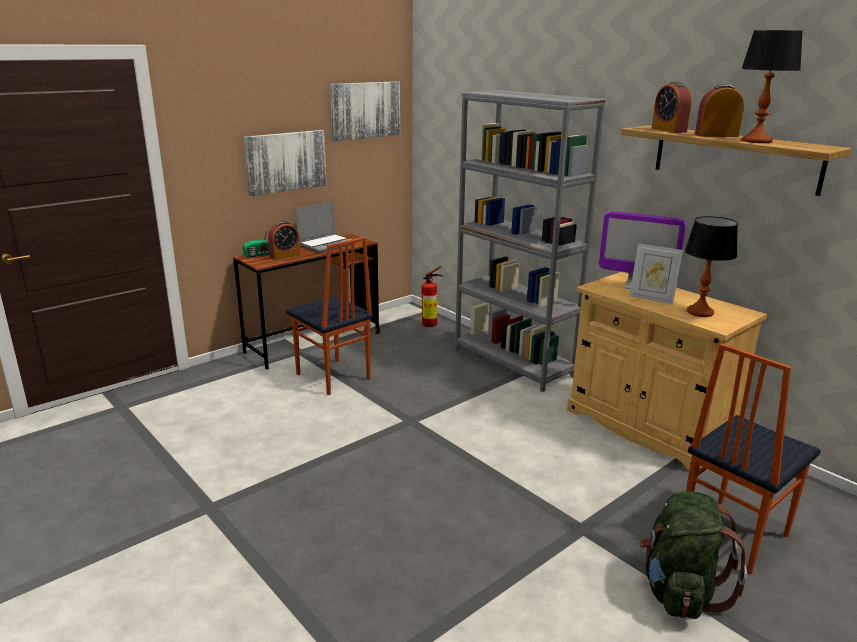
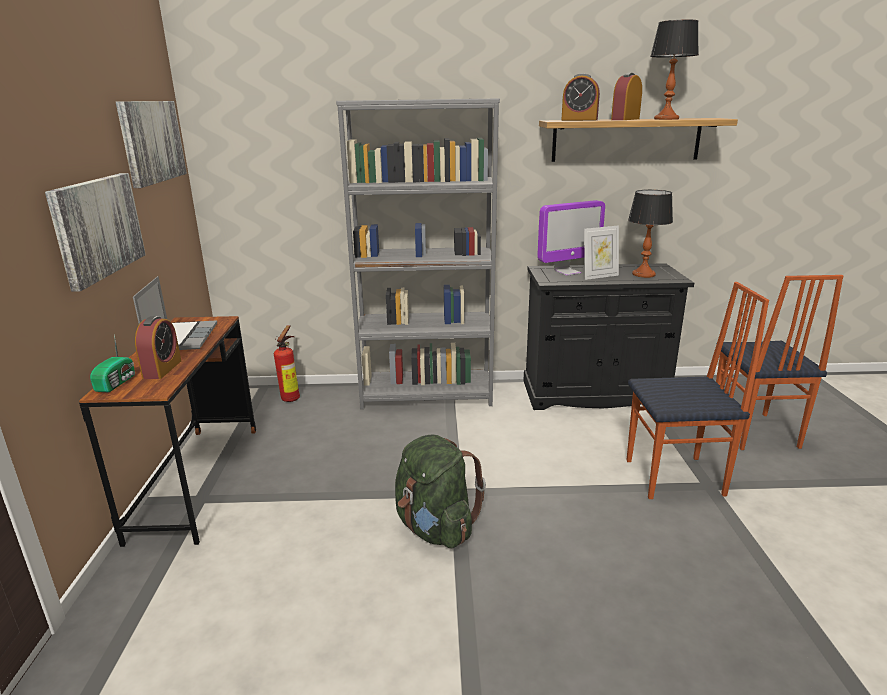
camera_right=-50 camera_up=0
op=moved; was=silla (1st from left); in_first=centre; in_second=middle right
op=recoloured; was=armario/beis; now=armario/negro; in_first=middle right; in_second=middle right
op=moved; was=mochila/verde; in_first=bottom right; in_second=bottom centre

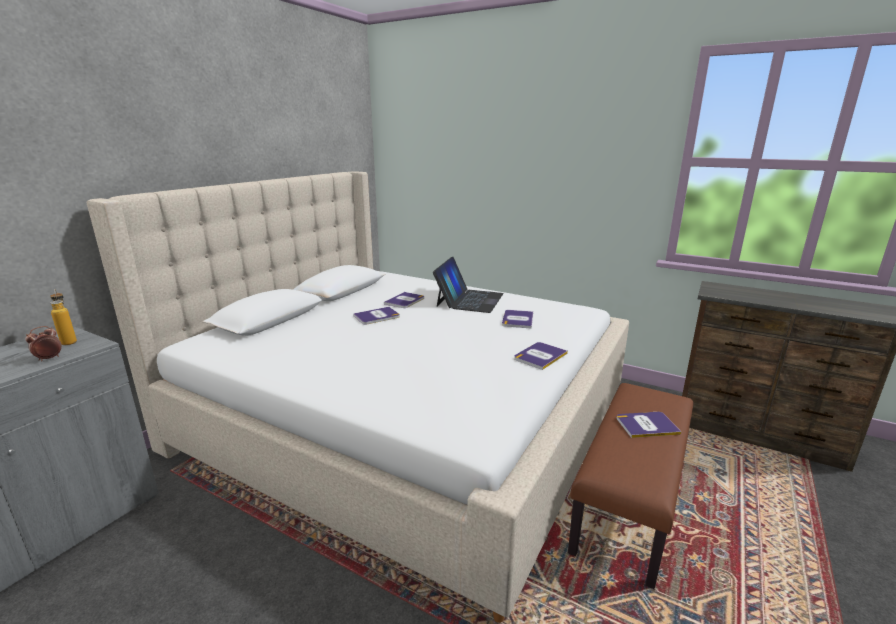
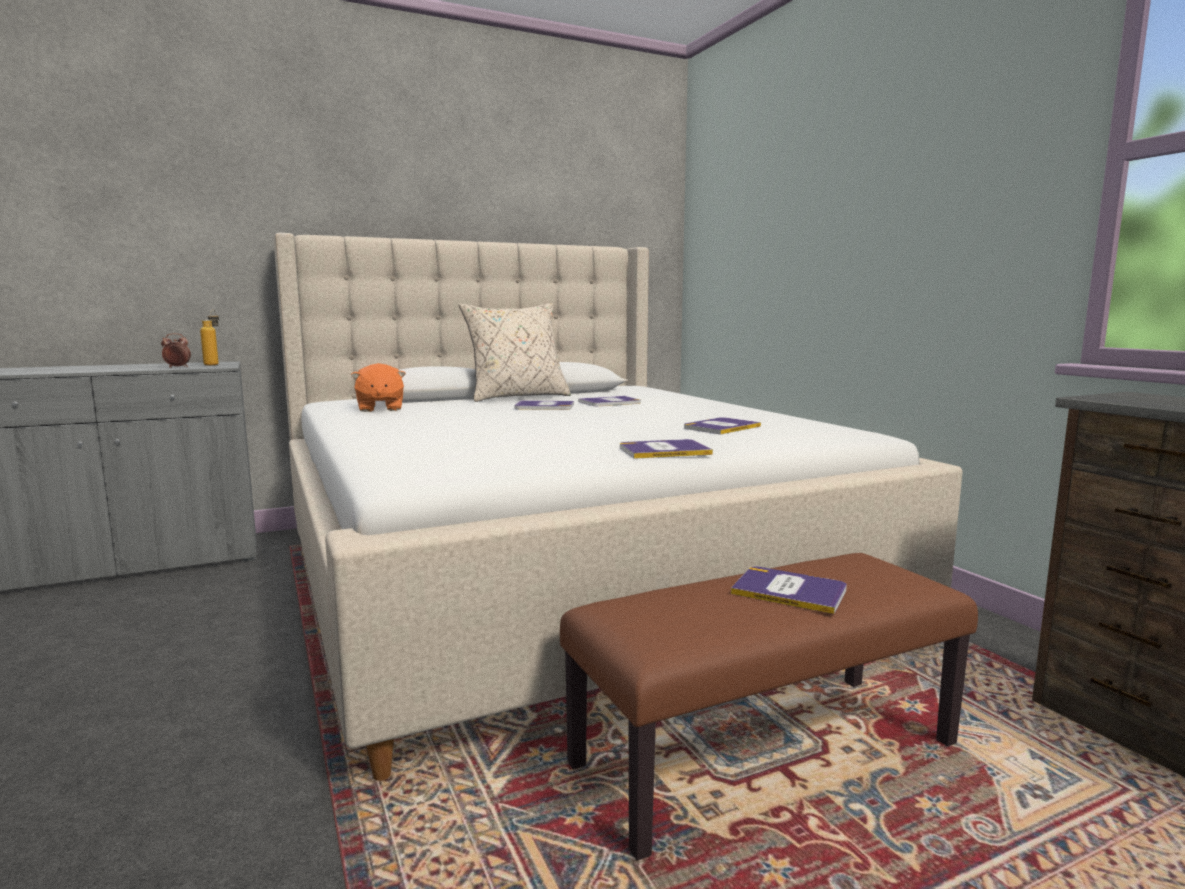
camera_right=35 camera_up=-10
op=removed; was=portátil; in_first=centre
op=added; now=cojín/beis; in_second=centre
op=added; now=peluche/naranja; in_second=middle left

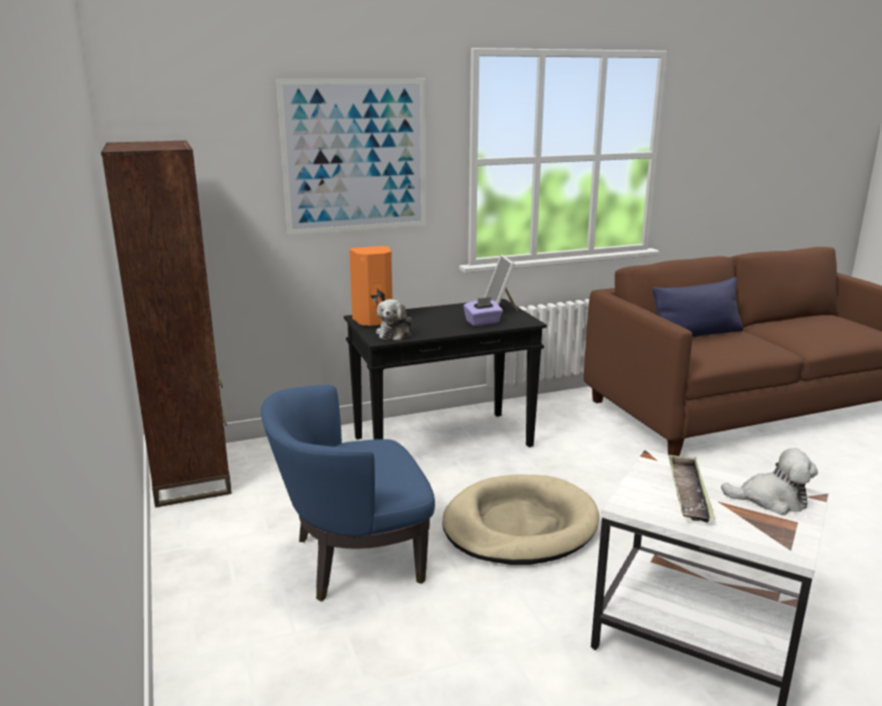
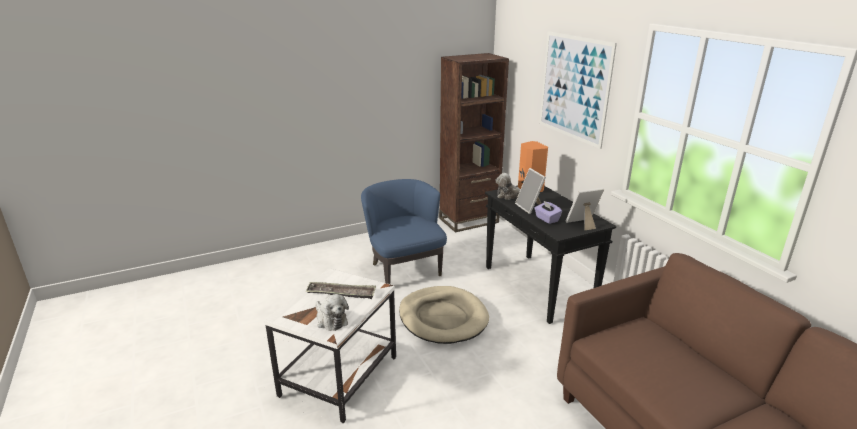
camera_right=85 camera_up=5
op=removed; was=cojín/azul; in_first=middle right
op=turned; was=peluche (2nd from left in the first image); in_first=bottom right; in_second=bottom centre; clockwise=-45
op=added; now=portarretratos (1st from left); in_second=centre

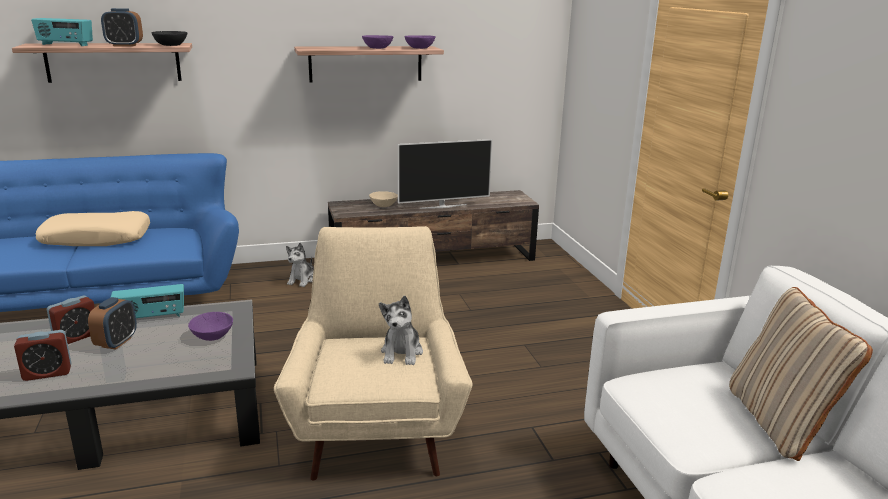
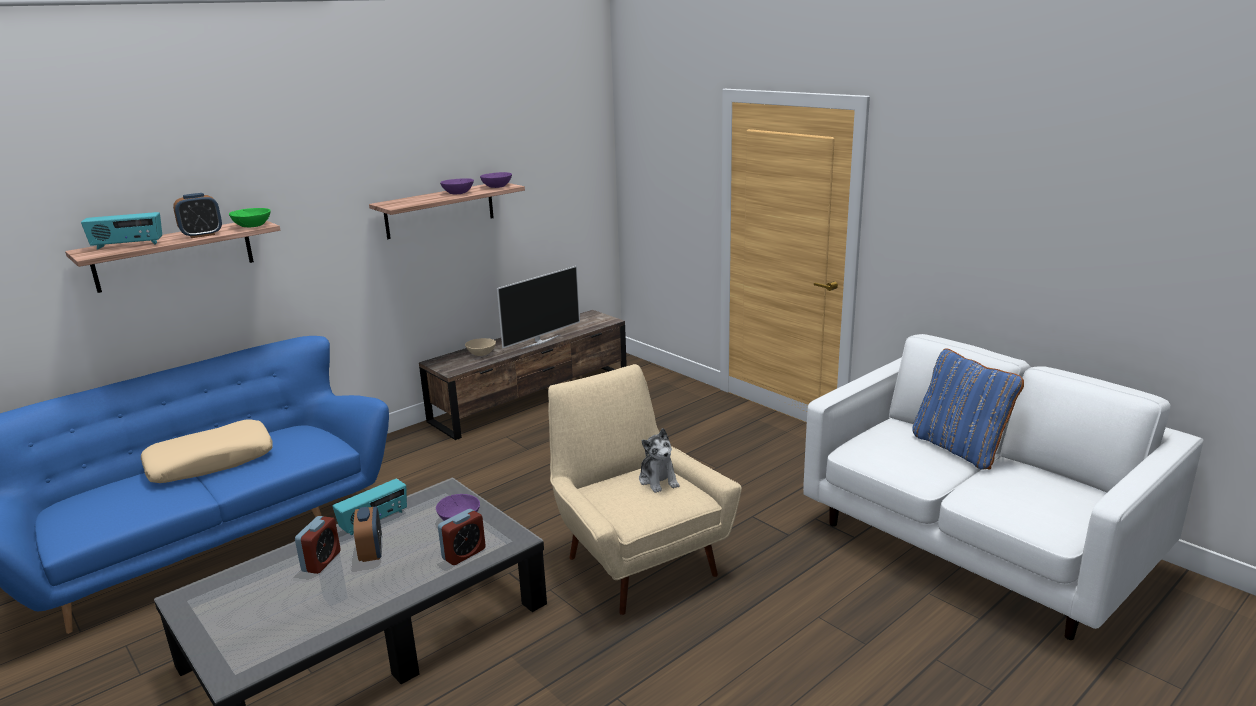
camera_right=-25 camera_up=0
op=recoloured; was=cuenco/negro; now=cuenco/verde; in_first=top left; in_second=top left
op=removed; was=peluche (1st from left); in_first=centre
op=recoloured; was=cojín/beis (2nd from left); now=cojín/azul; in_first=bottom right; in_second=middle right
op=moved; was=despertador (1st from left in the first image); now=despertador (4th from left); in_first=bottom left; in_second=bottom centre

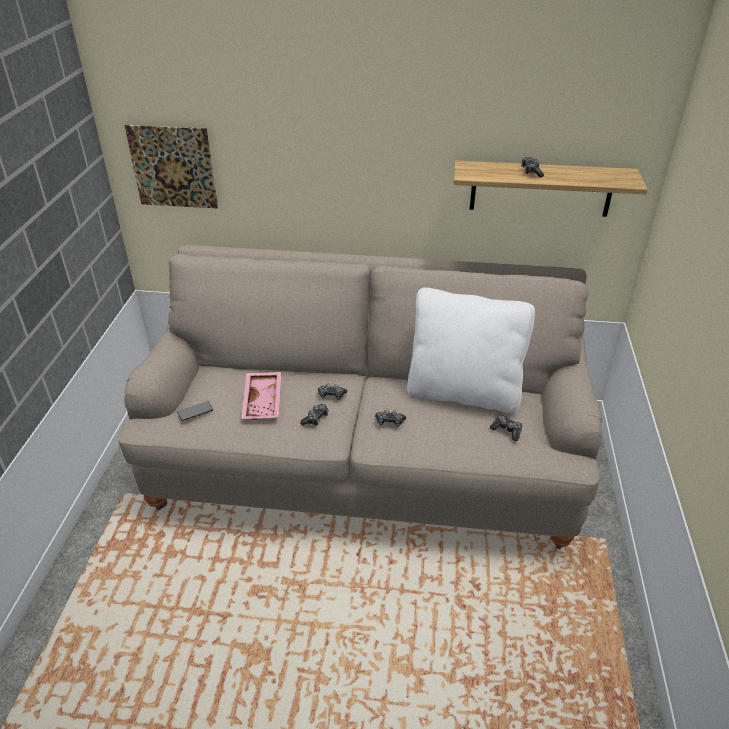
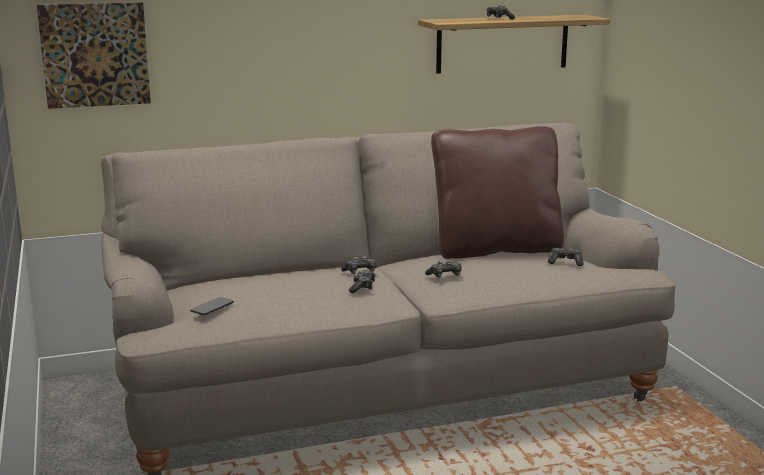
camera_right=-25 camera_up=-20
op=recoloured; was=cojín/blanco; now=cojín/marrón; in_first=centre; in_second=centre
op=removed; was=bandeja/rosa; in_first=centre

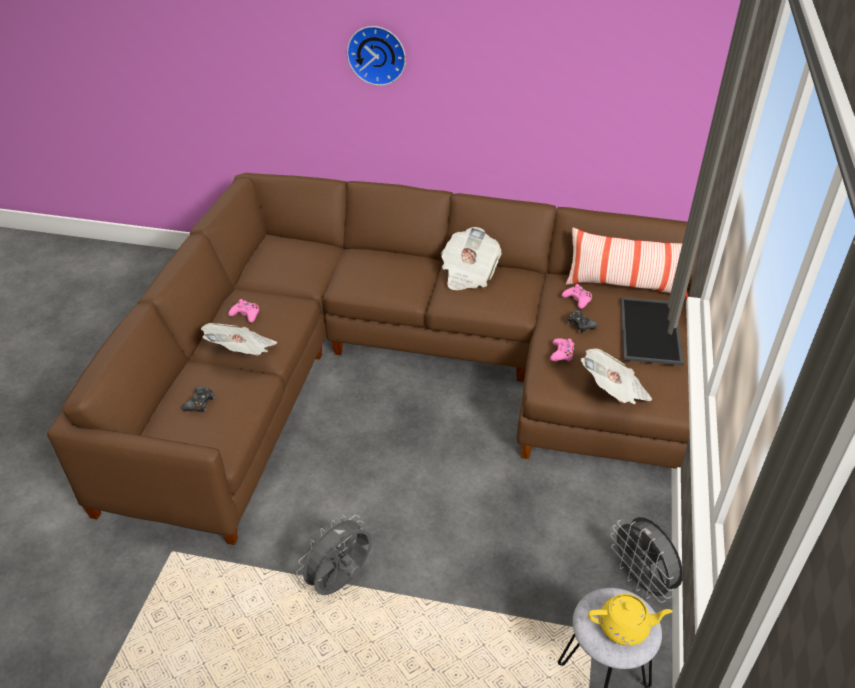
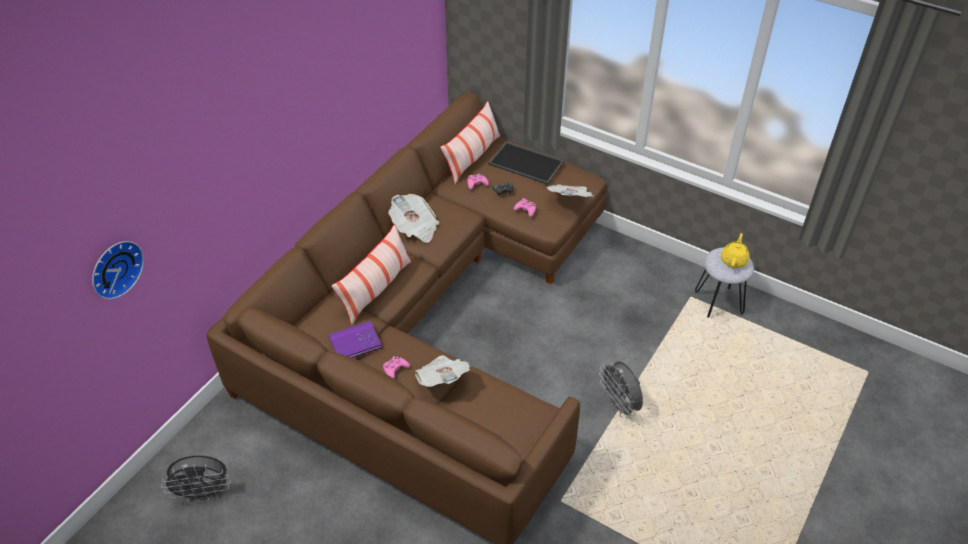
camera_right=-70 camera_up=5
op=moved; was=reloj de pared; in_first=top centre; in_second=middle left
op=removed; was=mando de consola/negro (1st from left); in_first=middle left
op=moved; was=ventilador/gris (2nd from left in the first image); now=ventilador/gris (1st from left); in_first=bottom right; in_second=bottom left
op=added; now=cojín (1st from left); in_second=centre
op=added; now=libro/morado; in_second=centre

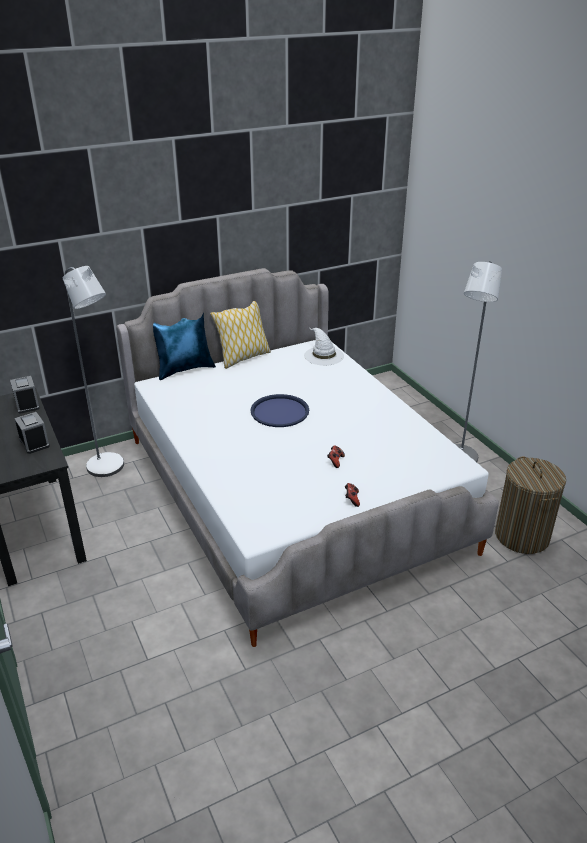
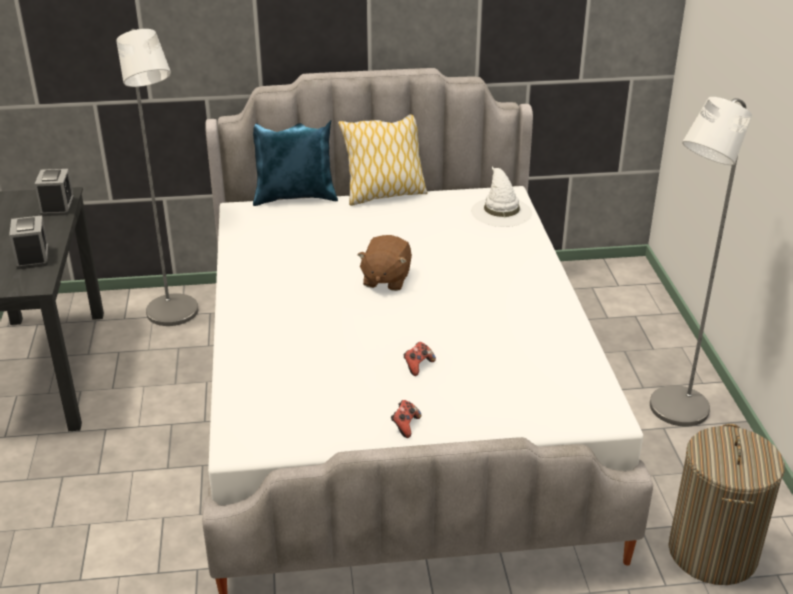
camera_right=20 camera_up=0
op=replaced; was=bandeja/azul; now=peluche/marrón; in_first=centre; in_second=centre

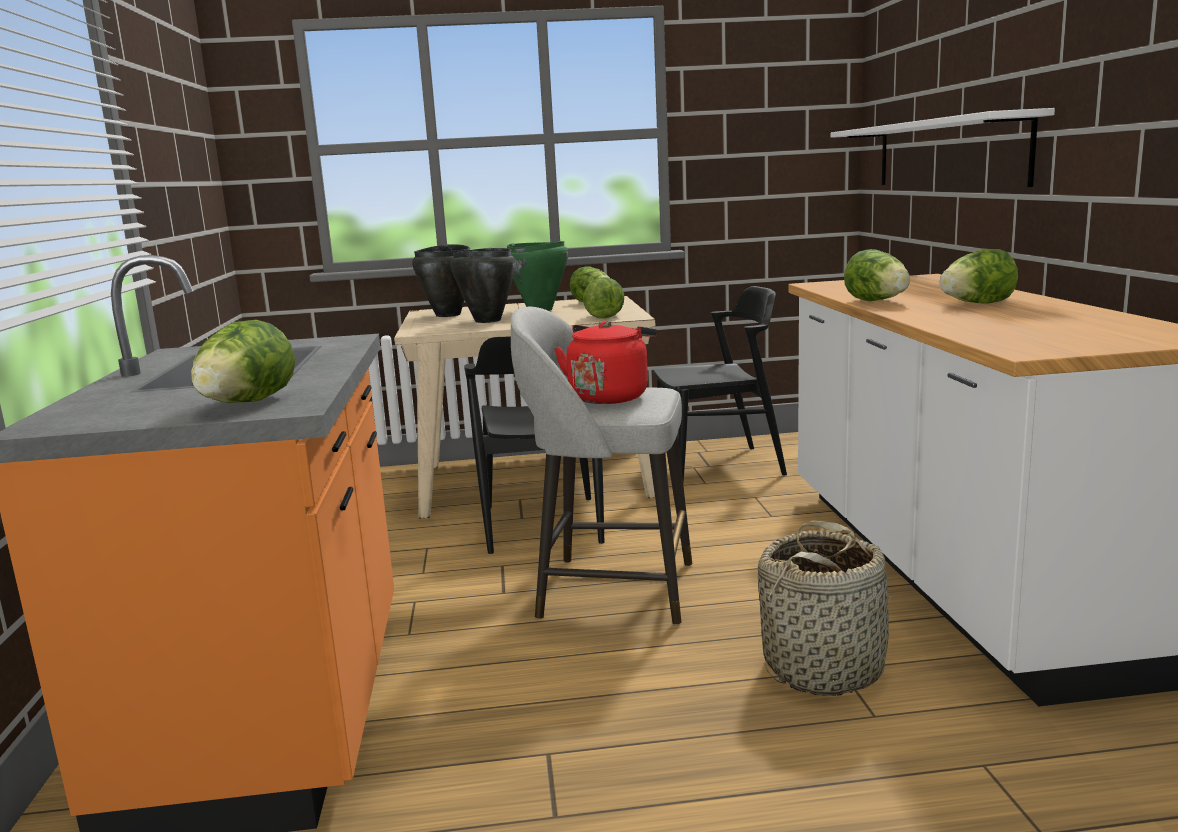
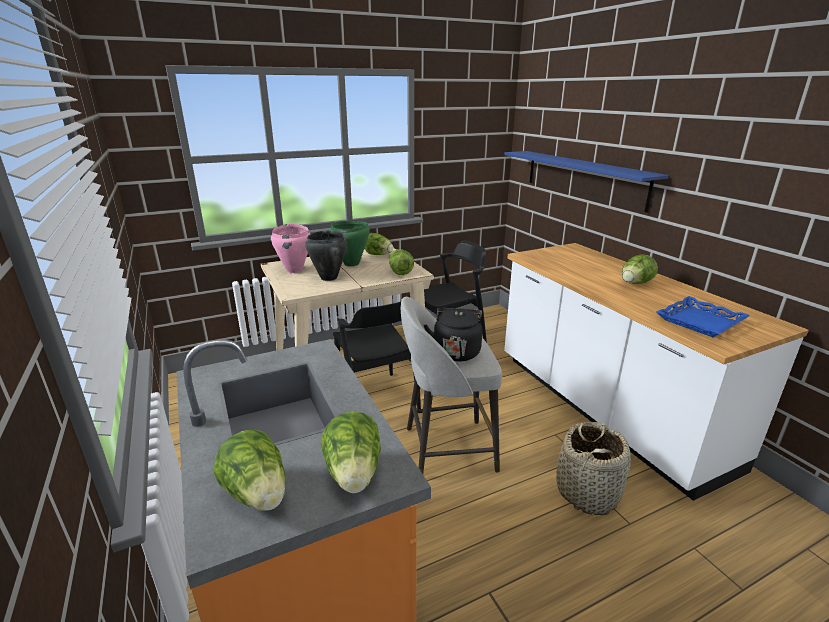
camera_right=-20 camera_up=10
op=recoloured; was=estante/blanco; now=estante/azul; in_first=top right; in_second=top right
op=recoloured; was=olla/negro (1st from left); now=olla/rosa; in_first=centre; in_second=centre
op=moved; was=lechuga (4th from left in the first image); now=lechuga (1st from left); in_first=top right; in_second=bottom left
op=recoloured; was=hervidor/rojo; now=hervidor/negro; in_first=centre; in_second=centre
op=added; now=bandeja/azul; in_second=middle right

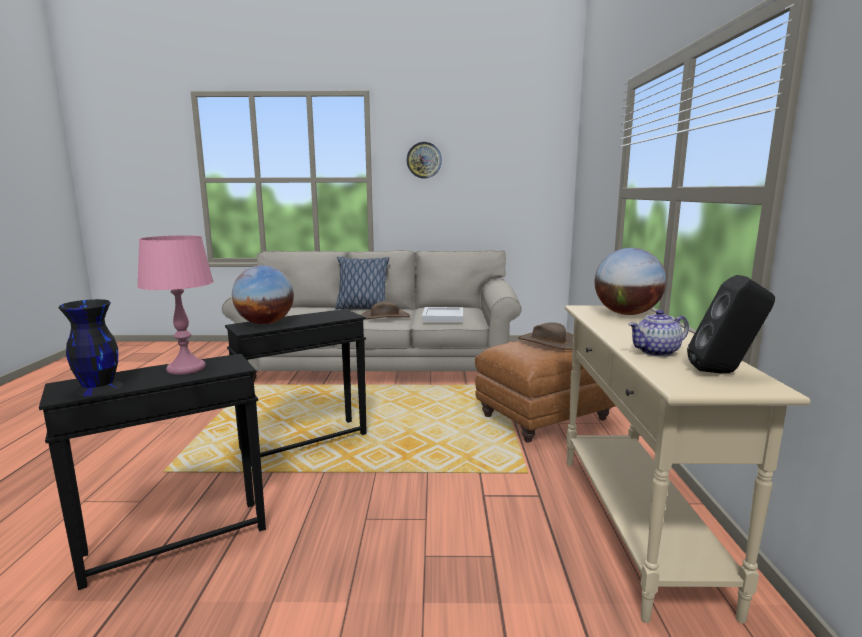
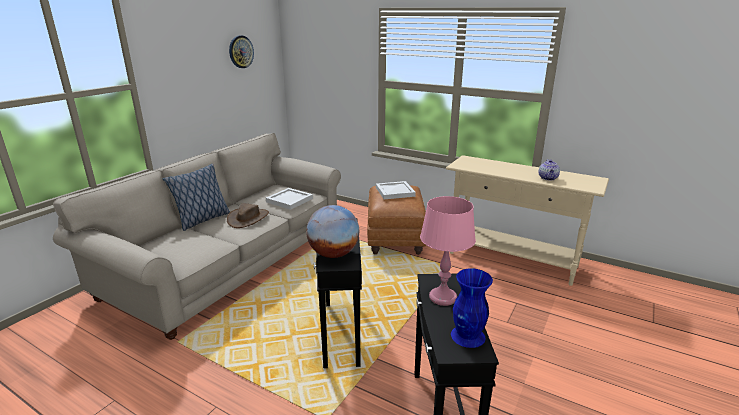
camera_right=-60 camera_up=10
op=moved; was=reloj de pared; in_first=top centre; in_second=top left
op=removed; was=globo terráqueo (2nd from left); in_first=middle right
op=removed; was=altavoz/negro; in_first=middle right
op=recoloured; was=florero/negro; now=florero/azul; in_first=middle left; in_second=bottom centre
op=replaced; was=sombrero/marrón (2nd from left); now=bandeja/blanco (2nd from left); in_first=centre; in_second=centre

